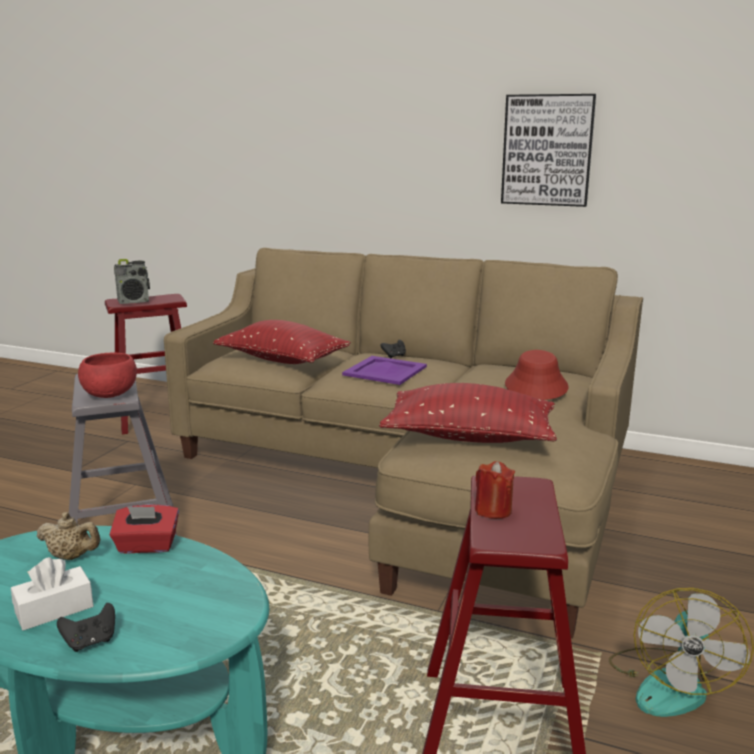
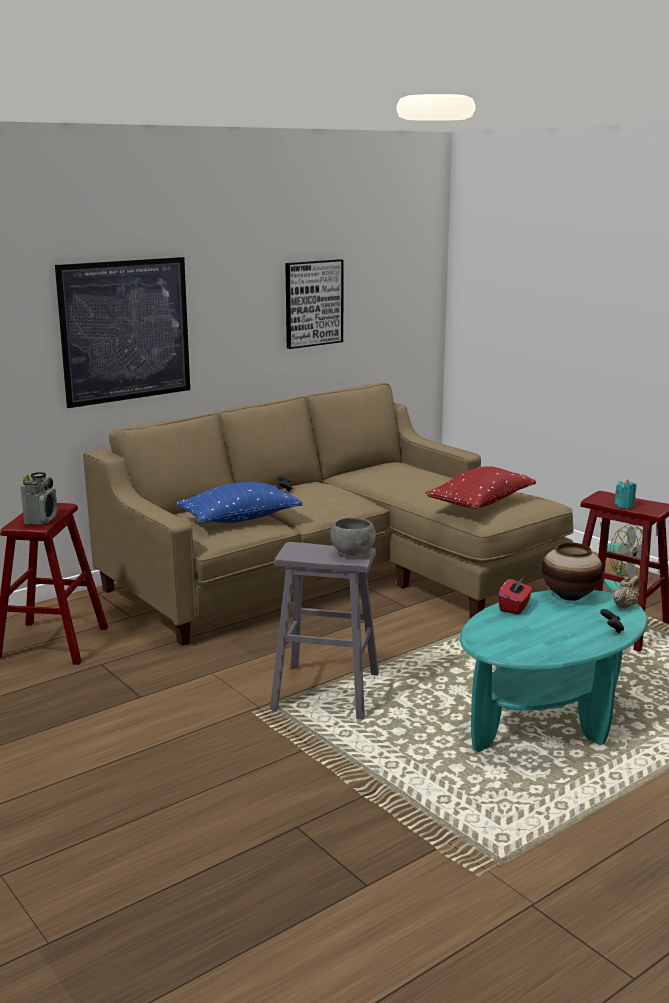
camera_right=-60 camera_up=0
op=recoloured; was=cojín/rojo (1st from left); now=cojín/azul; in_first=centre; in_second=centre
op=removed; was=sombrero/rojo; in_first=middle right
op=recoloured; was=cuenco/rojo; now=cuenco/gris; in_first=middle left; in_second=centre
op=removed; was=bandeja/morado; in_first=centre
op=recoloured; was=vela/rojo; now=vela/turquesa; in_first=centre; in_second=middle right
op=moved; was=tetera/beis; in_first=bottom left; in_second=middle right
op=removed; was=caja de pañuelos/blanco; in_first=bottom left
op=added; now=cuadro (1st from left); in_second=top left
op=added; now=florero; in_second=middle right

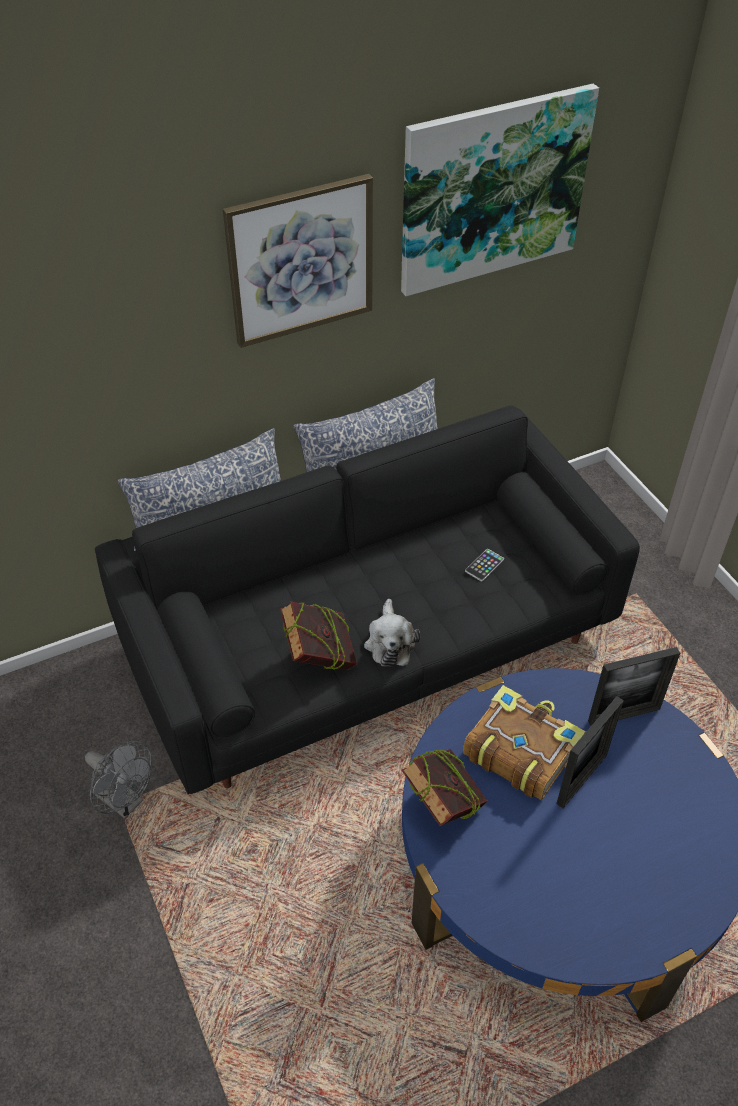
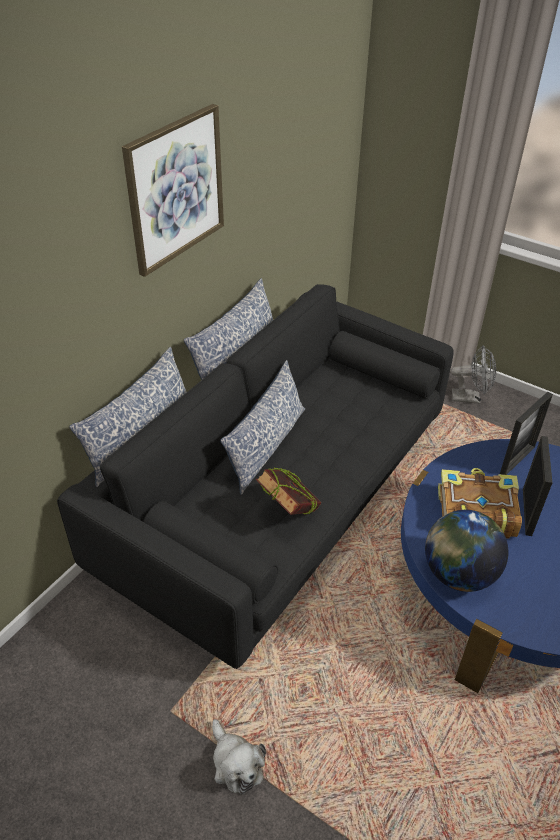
camera_right=-30 camera_up=-5
op=removed; was=cuadro (2nd from left); in_first=top right
op=removed; was=móvil; in_first=centre
op=moved; was=peluche; in_first=centre; in_second=bottom centre
op=moved; was=ventilador/gris; in_first=bottom left; in_second=middle right
op=replaced; was=libro (2nd from left); now=globo terráqueo; in_first=bottom centre; in_second=middle right
op=added; now=cojín (3rd from left); in_second=centre

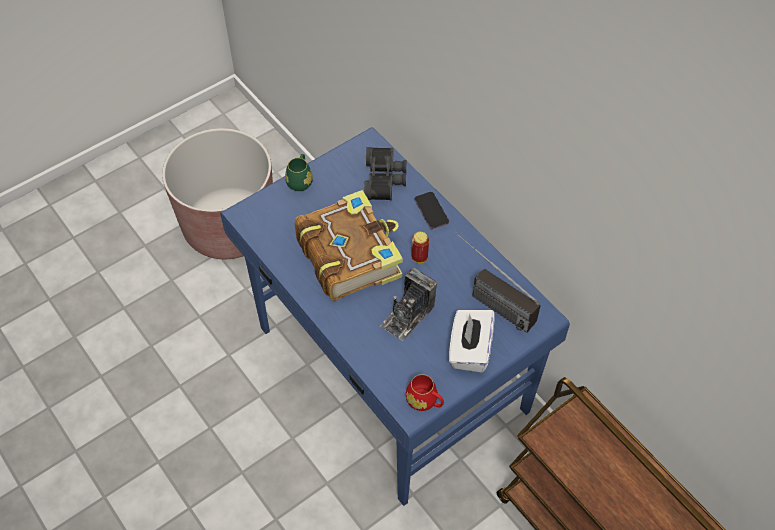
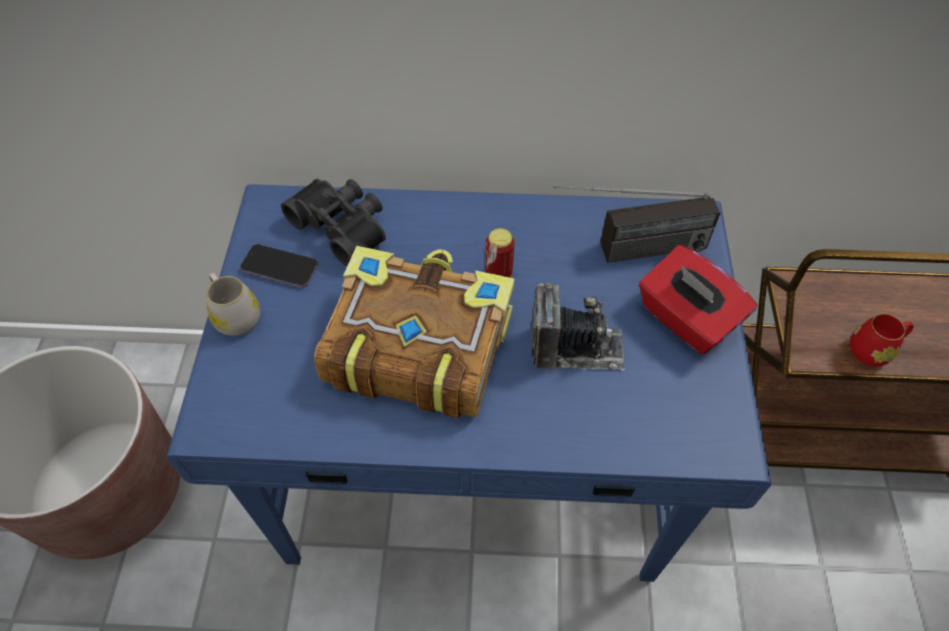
camera_right=-50 camera_up=0
op=recoloured; was=taza grande/verde; now=taza grande/blanco; in_first=top centre; in_second=middle left
op=moved; was=móvil; in_first=centre; in_second=middle left
op=turned; was=cámara; in_first=centre; in_second=centre; clockwise=-75
op=recoloured; was=caja de pañuelos/blanco; now=caja de pañuelos/rojo; in_first=centre; in_second=middle right
op=moved; was=taza grande/rojo; in_first=bottom centre; in_second=middle right

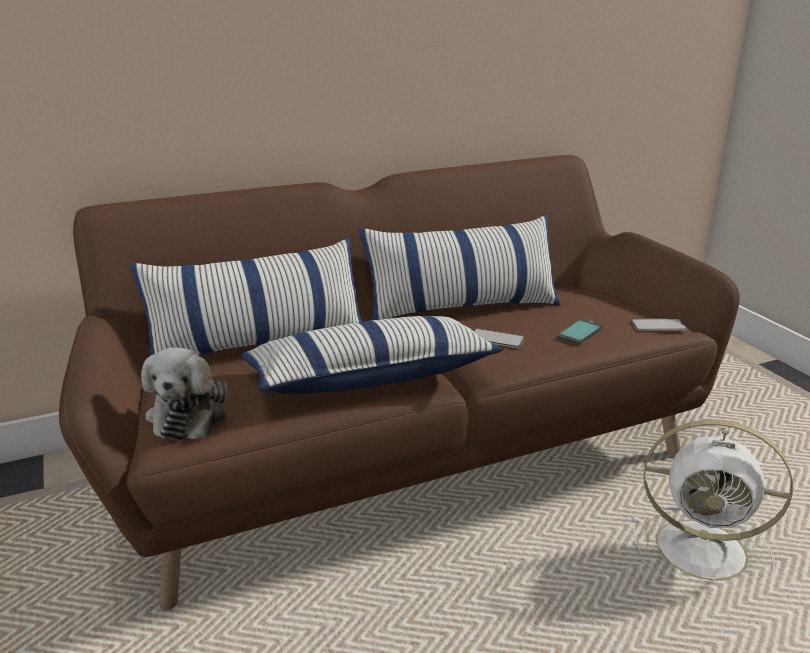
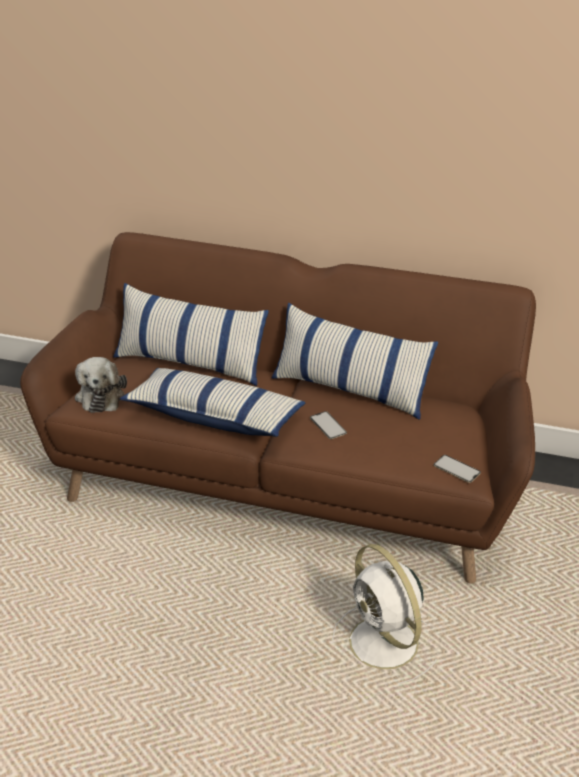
camera_right=40 camera_up=10
op=removed; was=móvil (2nd from left); in_first=middle right
op=turned; was=peluche; in_first=middle left; in_second=middle left; clockwise=-45

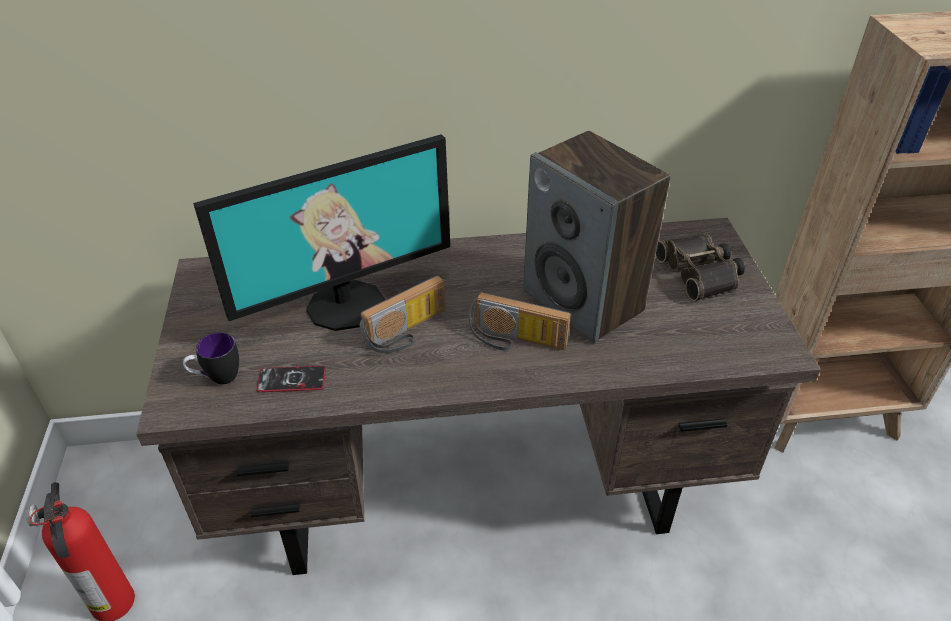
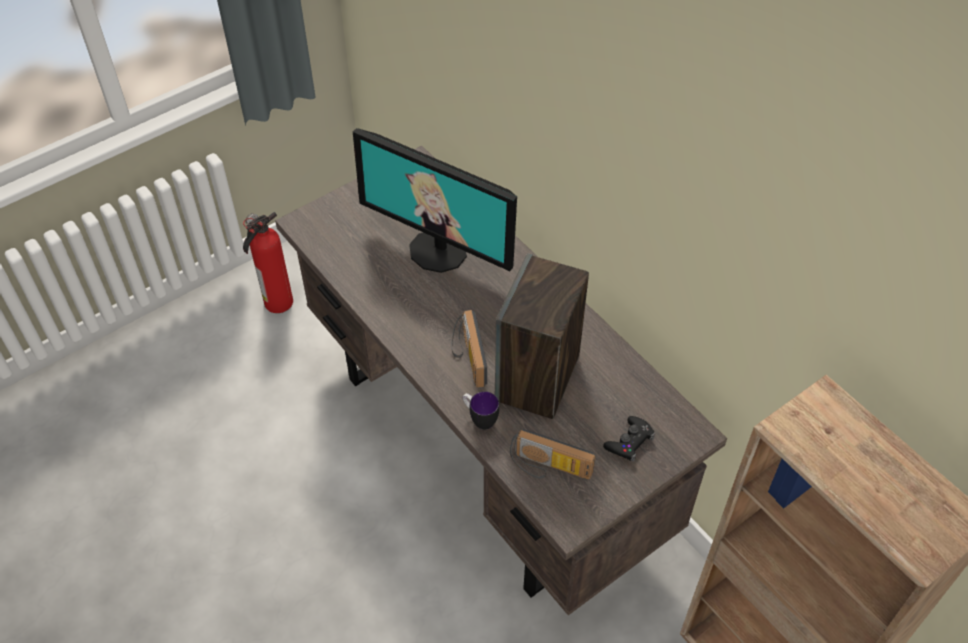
camera_right=60 camera_up=10
op=replaced; was=prismáticos; now=mando de consola/negro; in_first=middle right; in_second=bottom centre
op=moved; was=radio (1st from left in the first image); now=radio (2nd from left); in_first=centre; in_second=bottom centre
op=moved; was=taza grande; in_first=middle left; in_second=centre
op=removed; was=móvil; in_first=middle left

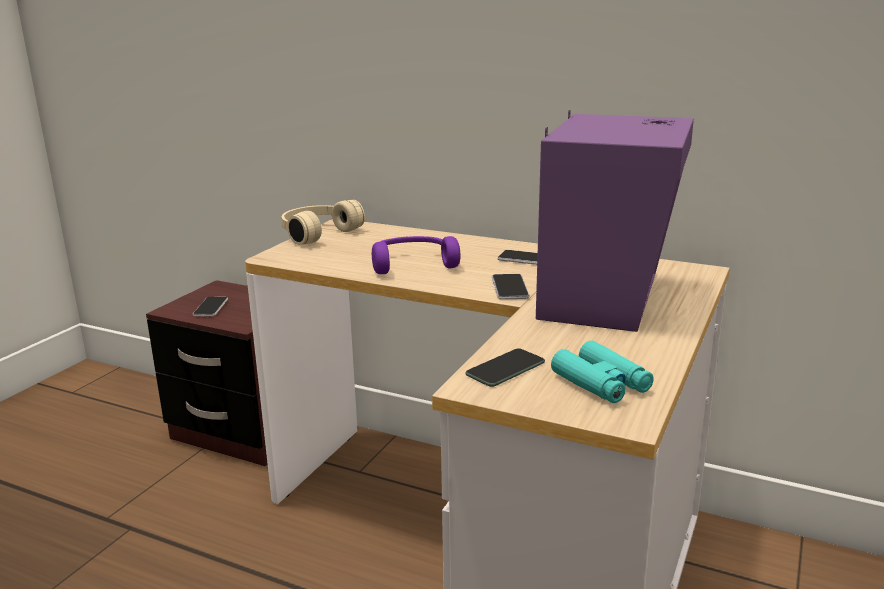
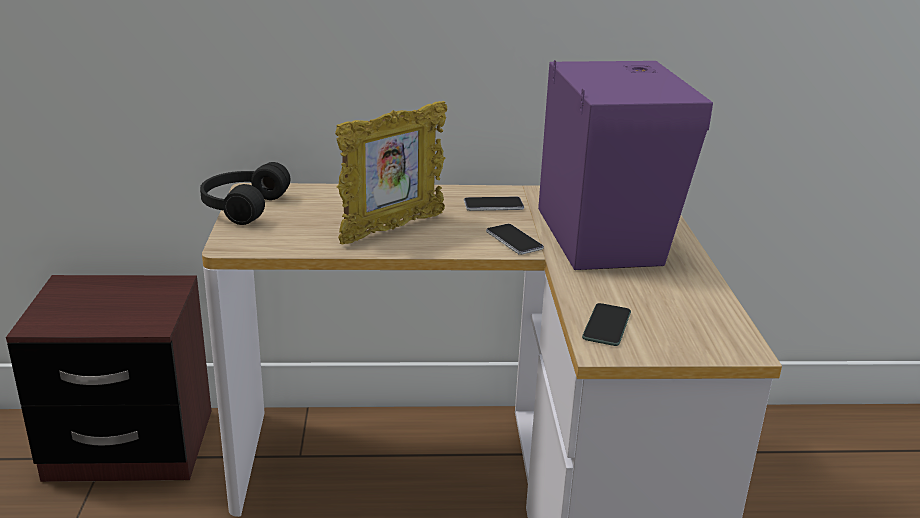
camera_right=-30 camera_up=5
op=recoloured; was=auriculares/beis; now=auriculares/negro; in_first=centre; in_second=middle left
op=replaced; was=auriculares/morado; now=portarretratos; in_first=centre; in_second=centre
op=removed; was=móvil (1st from left); in_first=middle left
op=removed; was=prismáticos/turquesa; in_first=middle right

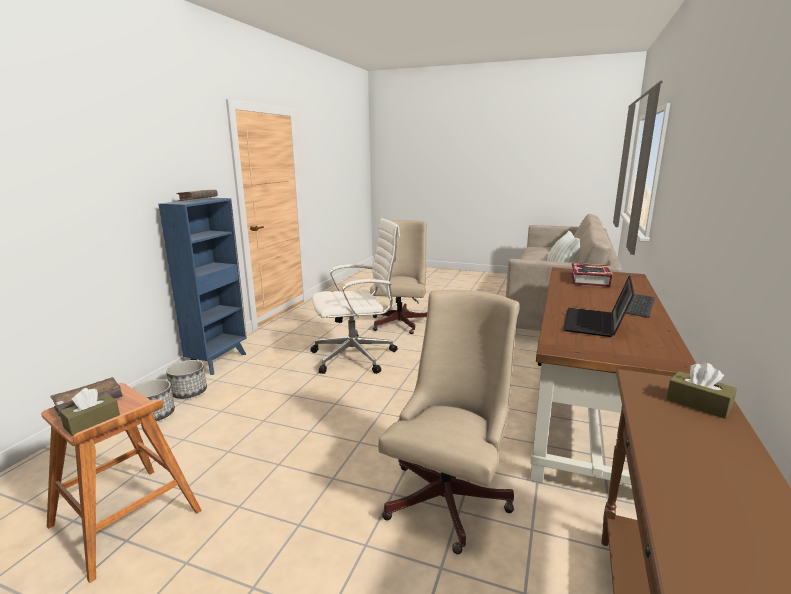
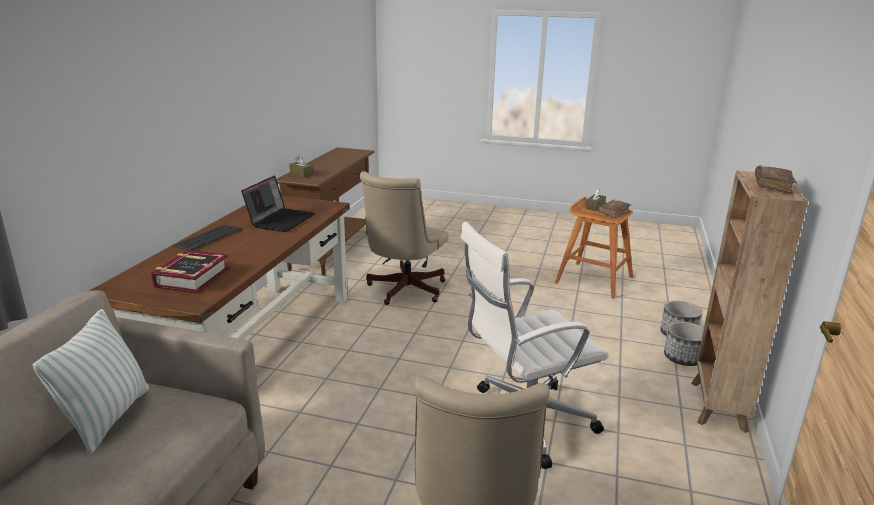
camera_right=175 camera_up=5
op=recoloured; was=estantería/azul; now=estantería/marrón; in_first=middle left; in_second=middle right

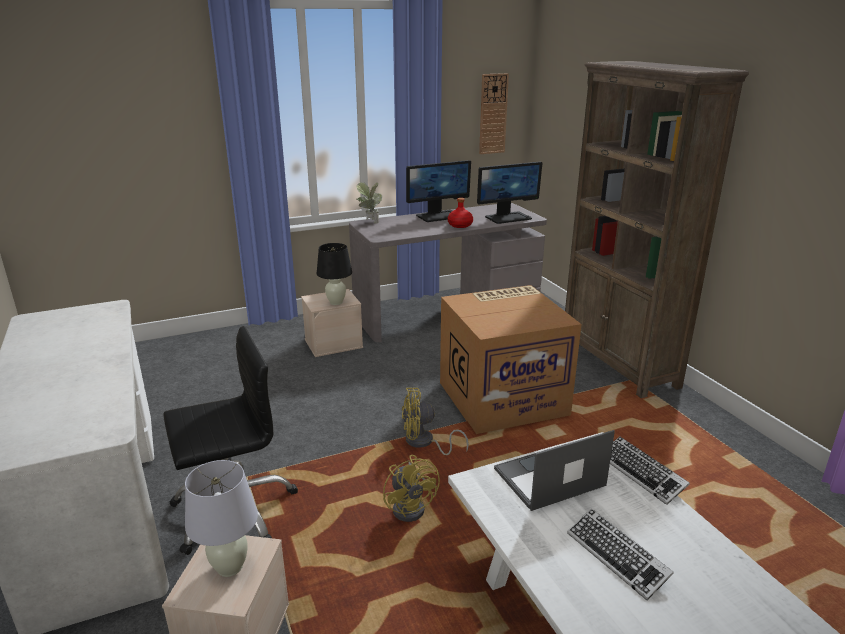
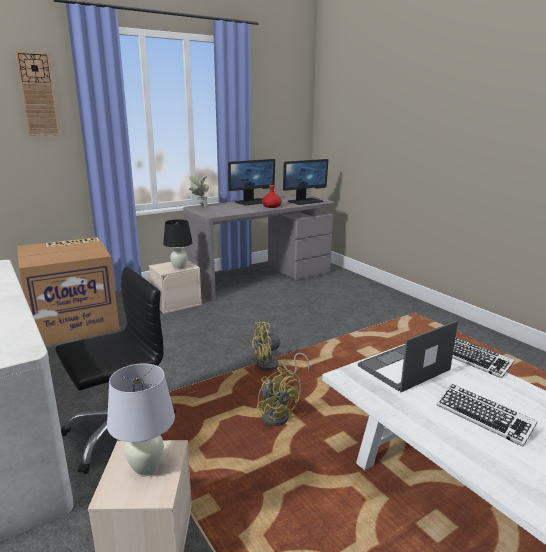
camera_right=-10 camera_up=-5
op=removed; was=estantería/marrón; in_first=middle right
op=moved; was=reloj de pared; in_first=top centre; in_second=top left
op=moved; was=caja de cartón; in_first=centre; in_second=middle left

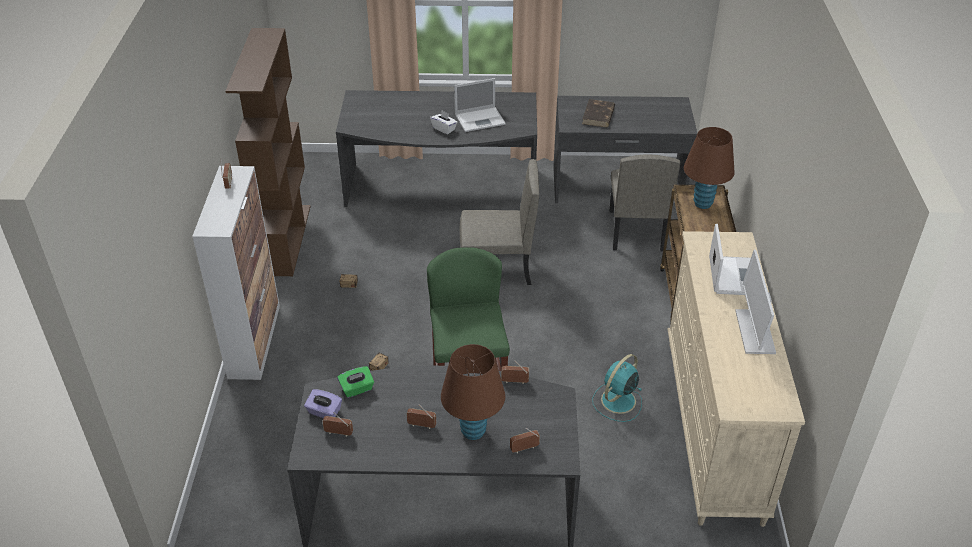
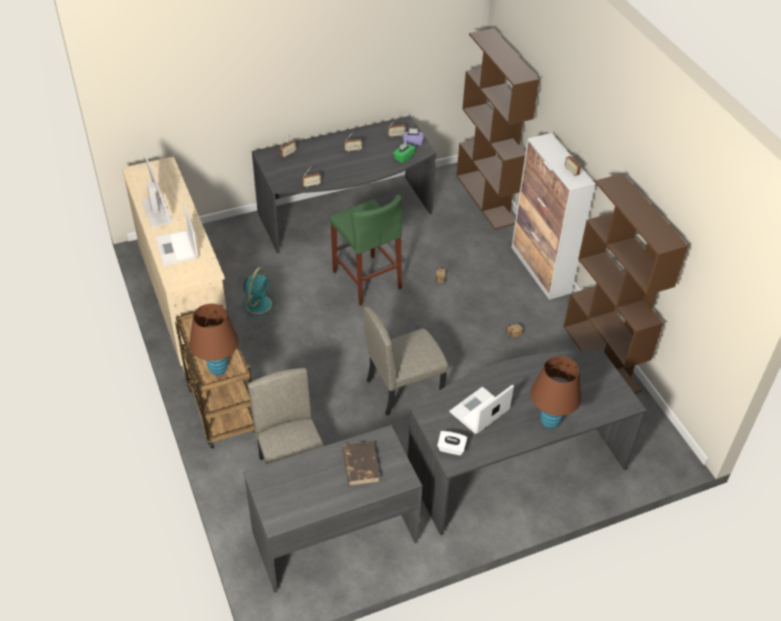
camera_right=155 camera_up=5
op=moved; was=caja de pañuelos/blanco; in_first=top centre; in_second=bottom centre
op=moved; was=lámpara de mesa/marrón (1st from left in the first image); now=lámpara de mesa/marrón (2nd from left); in_first=bottom centre; in_second=middle right
op=added; now=estantería/marrón (1st from left); in_second=top centre

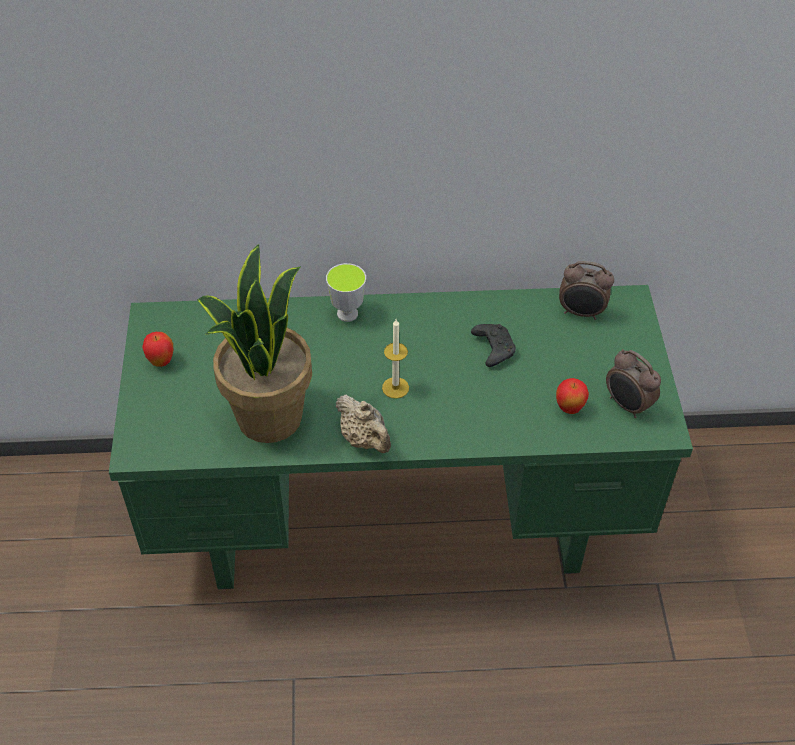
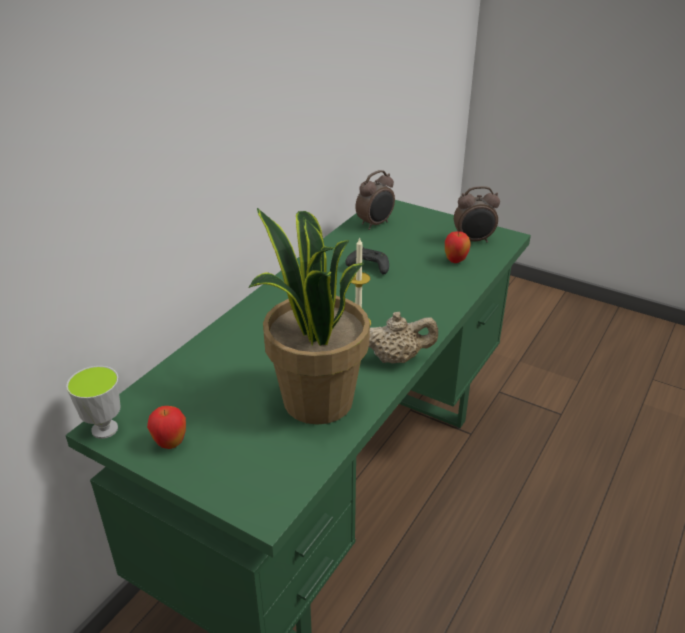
camera_right=-55 camera_up=-15
op=moved; was=taza; in_first=centre; in_second=middle left

